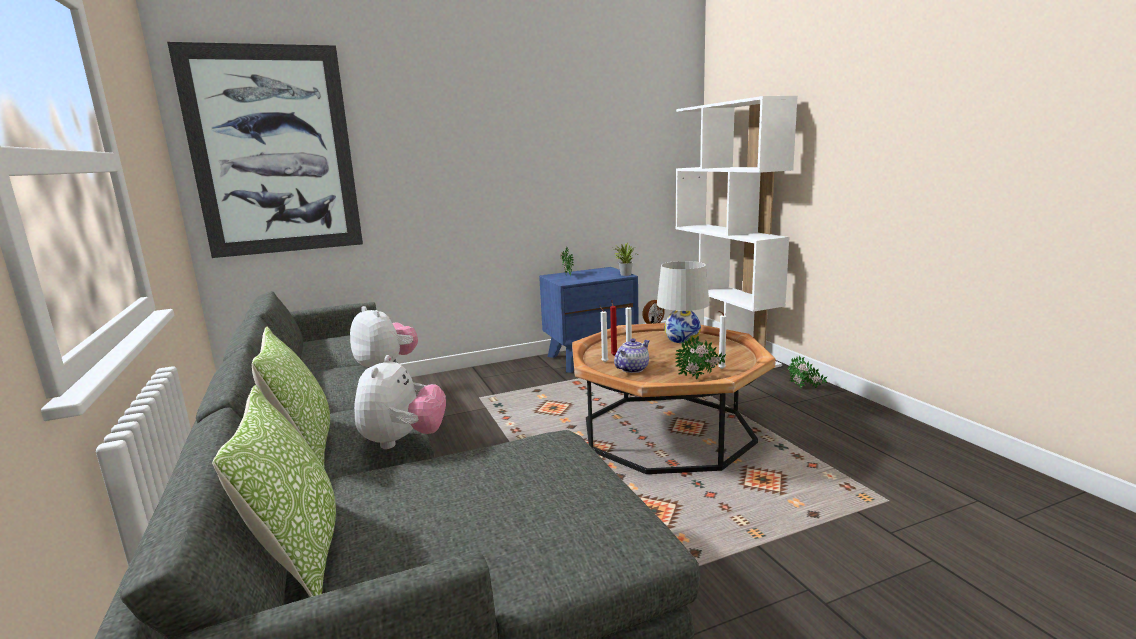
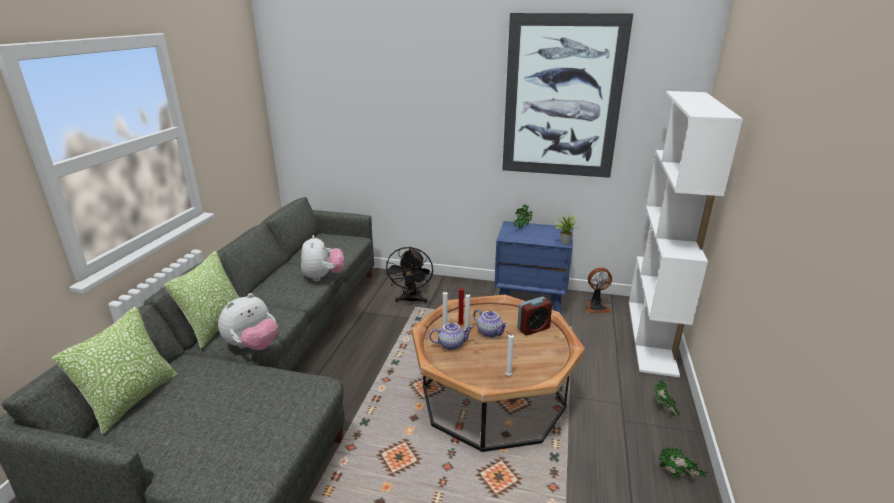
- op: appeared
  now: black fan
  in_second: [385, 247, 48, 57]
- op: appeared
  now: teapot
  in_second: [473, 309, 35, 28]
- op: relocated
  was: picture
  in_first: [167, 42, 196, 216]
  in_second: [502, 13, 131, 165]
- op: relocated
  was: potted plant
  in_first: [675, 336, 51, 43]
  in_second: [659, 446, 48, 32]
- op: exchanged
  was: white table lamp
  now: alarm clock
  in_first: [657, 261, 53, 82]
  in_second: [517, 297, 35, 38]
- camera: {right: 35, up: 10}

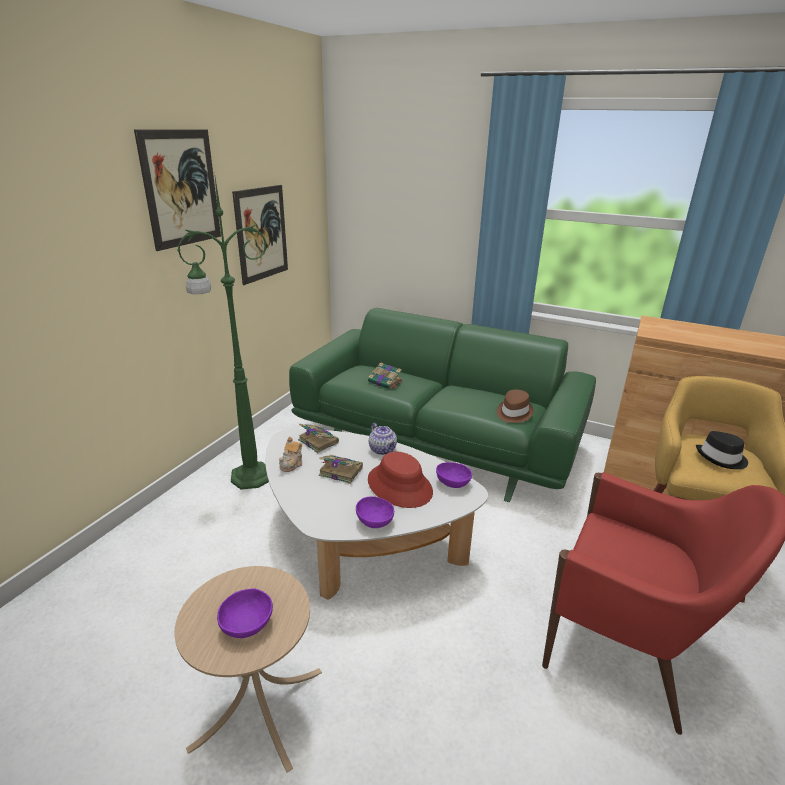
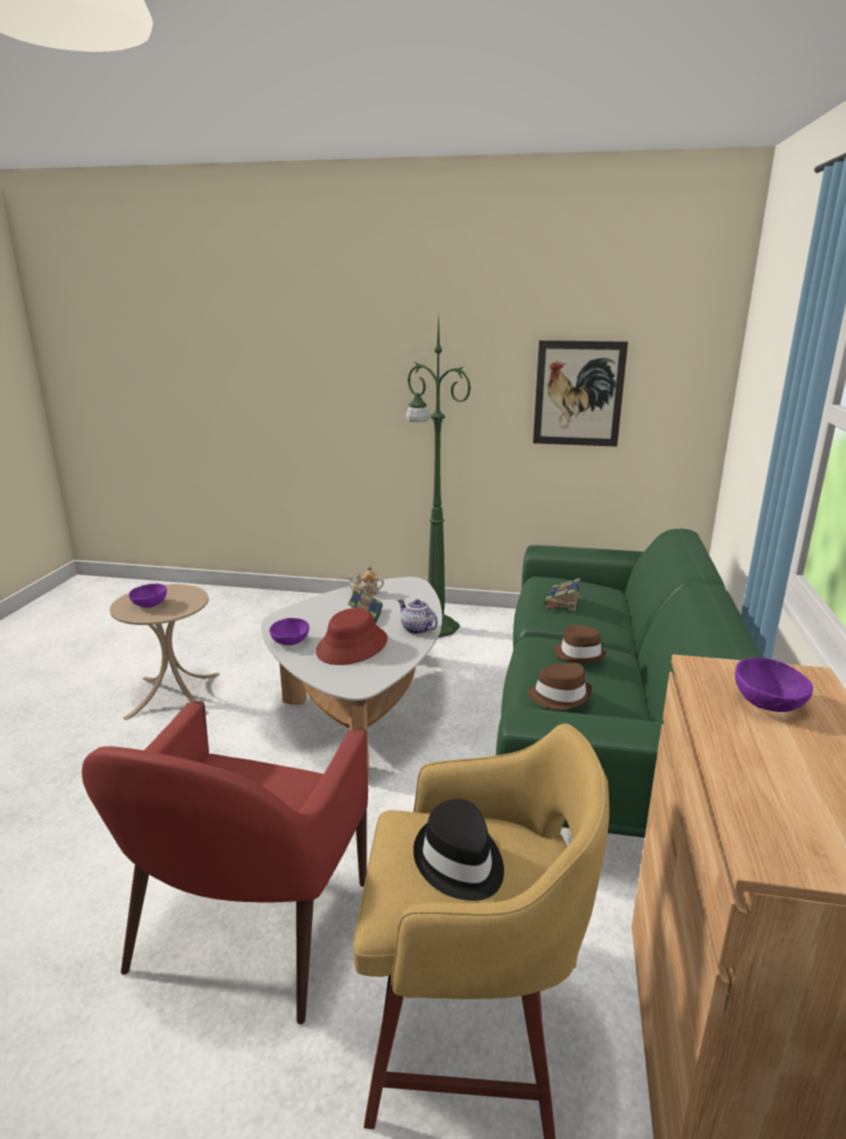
- op: missing
  was: picture
  in_first: [134, 130, 87, 121]
- op: missing
  was: book
  in_first: [298, 424, 41, 29]
- op: appeared
  now: brown hat
  in_second: [554, 625, 53, 38]
- op: relocated
  was: purple bowl
  in_first: [436, 462, 36, 26]
  in_second: [735, 657, 78, 55]
- op: spun
  was: teapot
  in_first: [369, 423, 28, 32]
  in_second: [398, 599, 40, 35]
  clockwise: 90
- camera: {right: 75, up: -5}

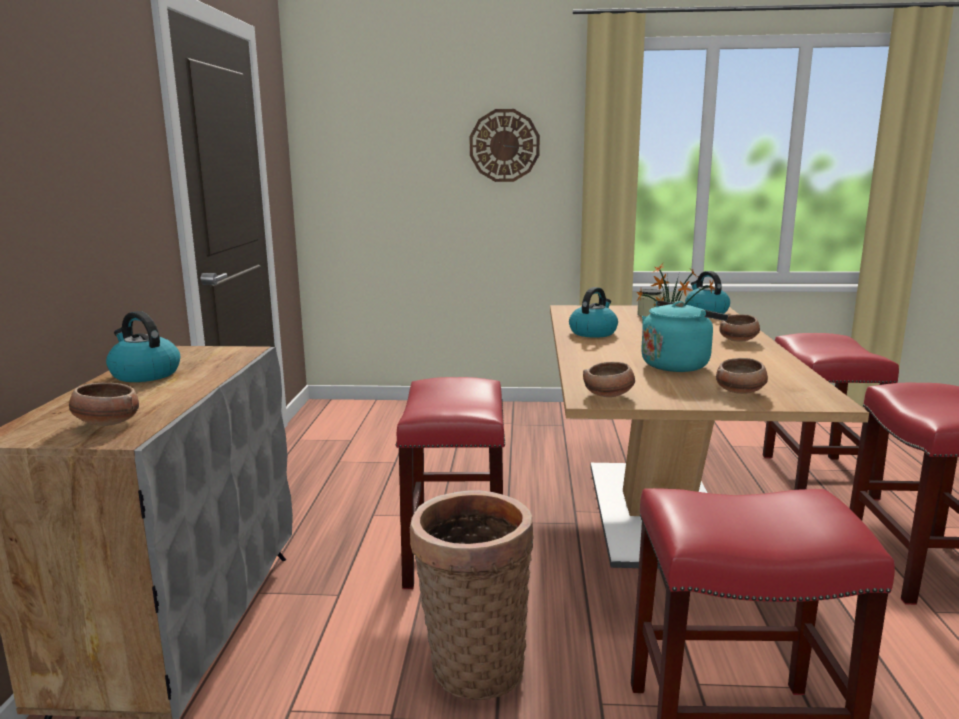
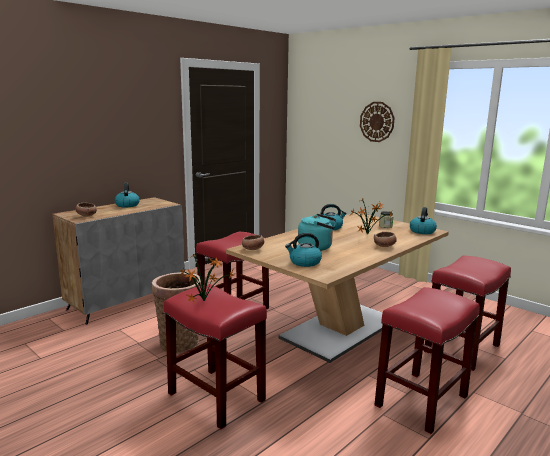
- op: appeared
  now: potted plant
  in_second: [179, 253, 55, 50]
- op: exchanged
  was: bowl
  now: kettle
  in_first: [716, 358, 52, 36]
  in_second: [285, 233, 37, 34]
- camera: {right: 40, up: 0}

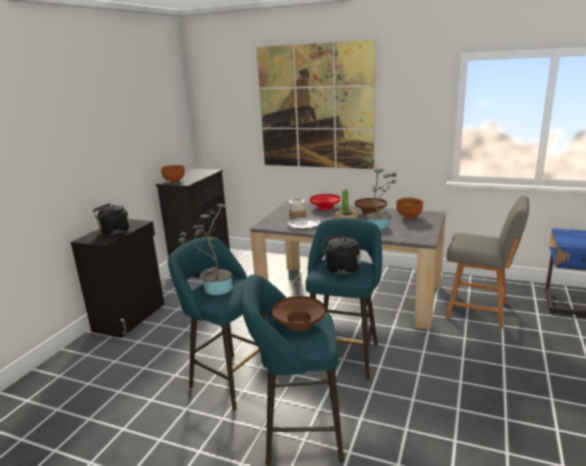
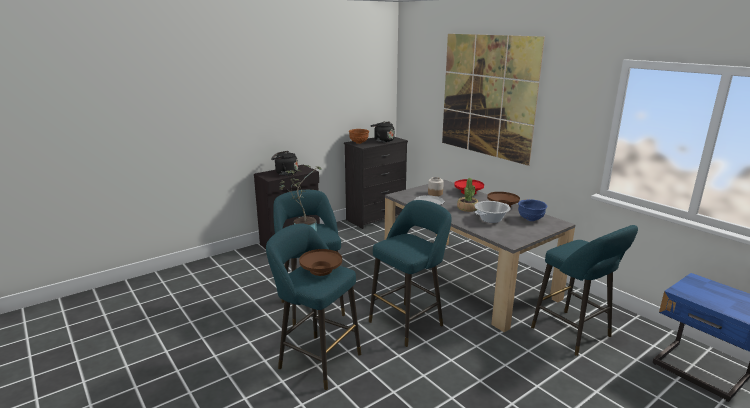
- op: relocated
  was: black kettle
  in_first: [322, 234, 38, 40]
  in_second: [371, 121, 23, 21]
- op: exchanged
  was: potted plant
  now: cooking pot
  in_first: [363, 158, 36, 72]
  in_second: [474, 201, 36, 22]
- op: exchanged
  was: grey chair
  now: turquoise stool
  in_first: [446, 196, 83, 132]
  in_second: [531, 225, 107, 131]
- op: colour
  was: brown bowl
  now: blue bowl
  in_first: [396, 198, 28, 21]
  in_second: [518, 199, 30, 22]
- camera: {right: 30, up: 0}

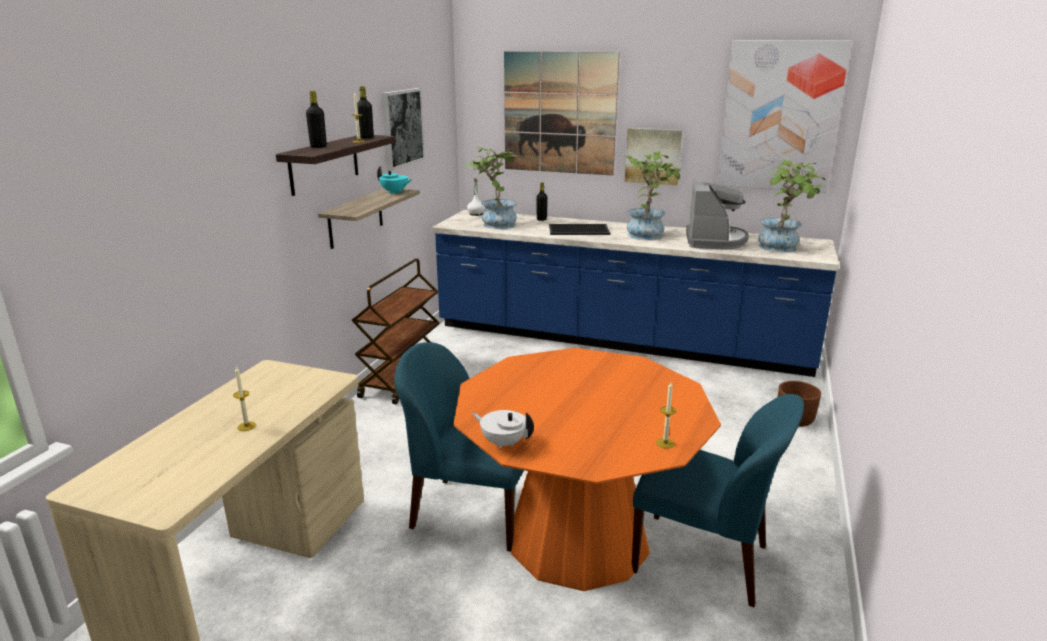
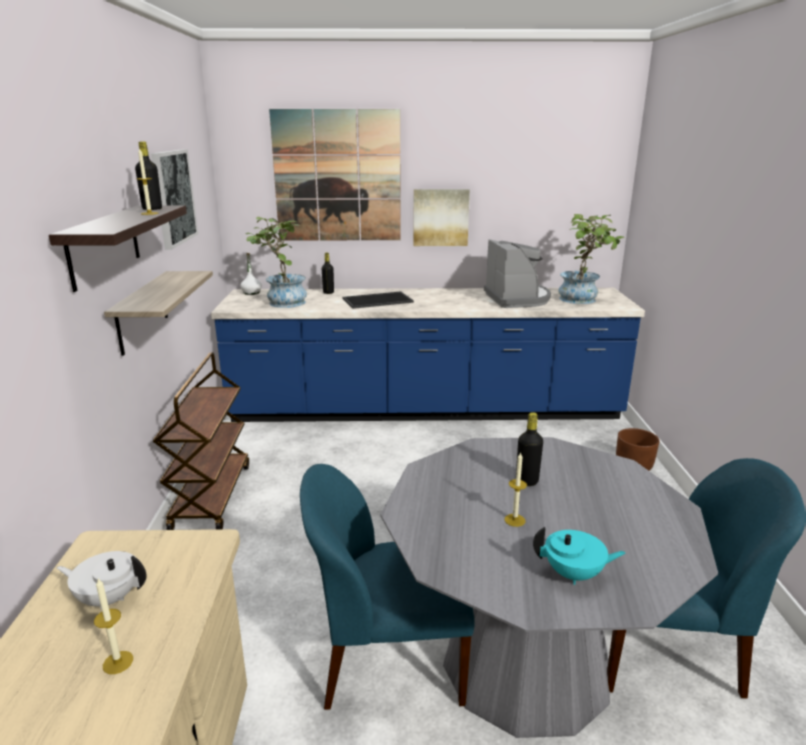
- op: missing
  was: potted plant
  in_first: [625, 151, 56, 89]
- op: missing
  was: picture
  in_first: [717, 40, 134, 153]
- op: relocated
  was: black bottle
  in_first: [306, 91, 21, 57]
  in_second: [516, 412, 27, 74]
- op: relocated
  was: turquoise teapot
  in_first: [377, 166, 35, 28]
  in_second: [533, 527, 93, 58]
- op: relocated
  was: white teapot
  in_first: [472, 410, 62, 39]
  in_second: [57, 551, 90, 58]
- op: relocated
  was: candle
  in_first: [656, 382, 21, 66]
  in_second: [504, 452, 23, 75]
- op: colour
  was: orange dining table
  now: grey dining table
  in_first: [453, 348, 268, 243]
  in_second: [380, 437, 338, 301]
- camera: {right: -20, up: 0}

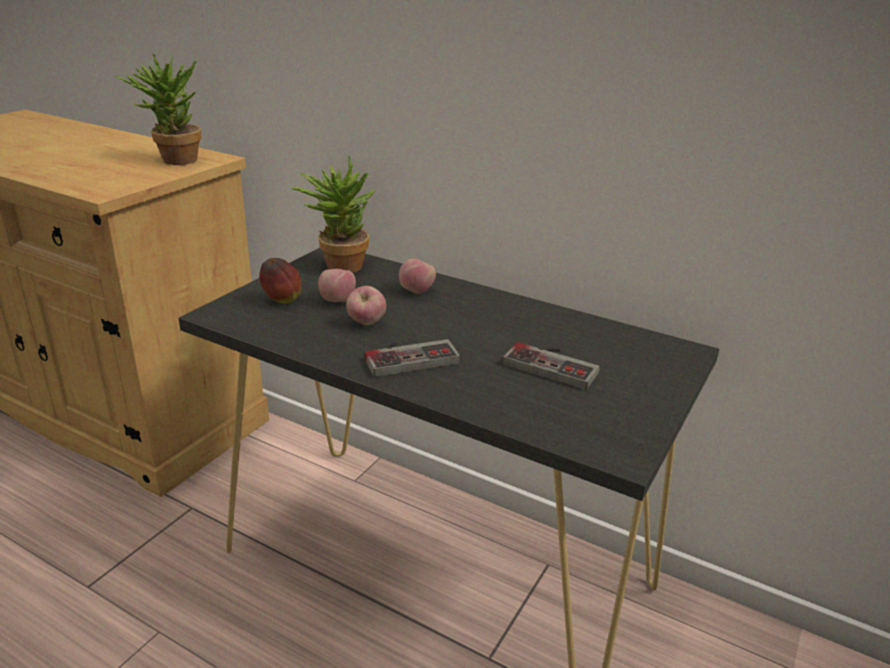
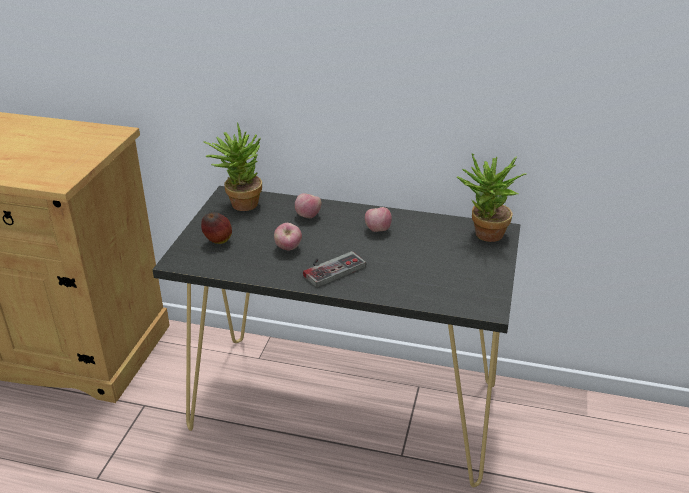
- op: missing
  was: game controller
  in_first: [502, 342, 97, 48]
- op: relocated
  was: potted plant
  in_first: [115, 53, 86, 112]
  in_second: [457, 153, 69, 89]
- op: relocated
  was: apple
  in_first: [318, 269, 38, 33]
  in_second: [365, 207, 27, 25]
- camera: {right: -15, up: 5}

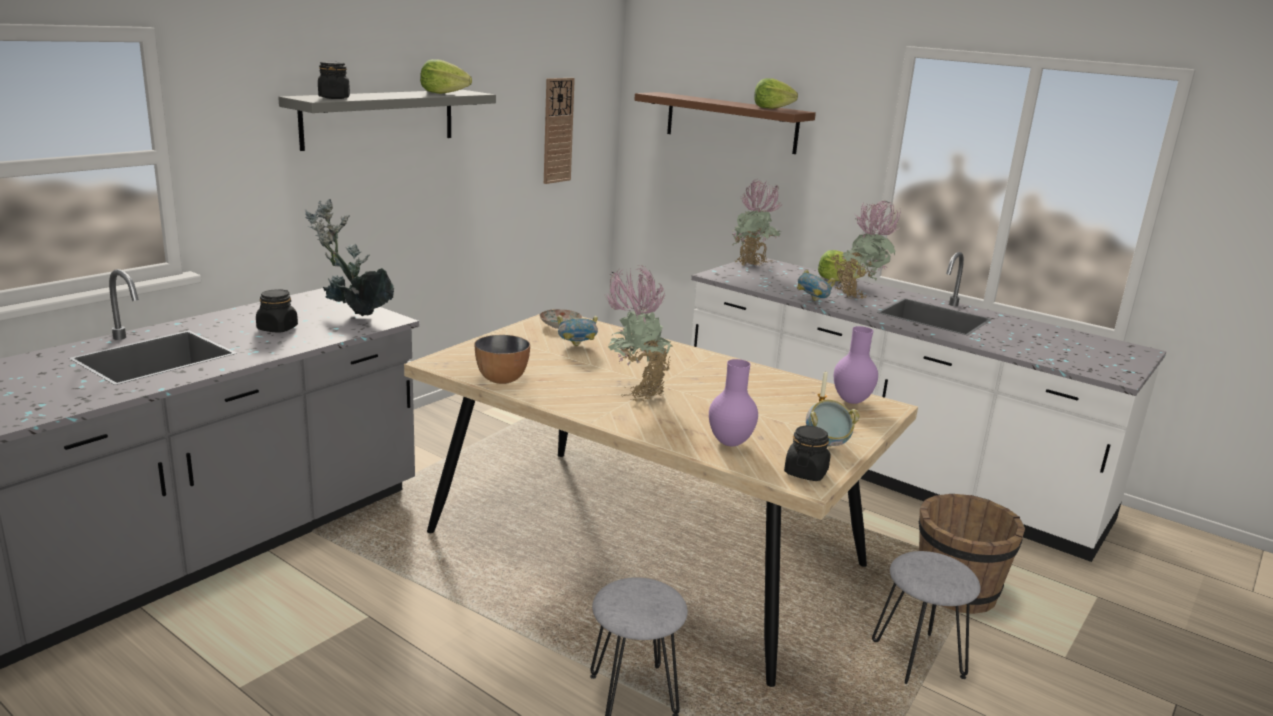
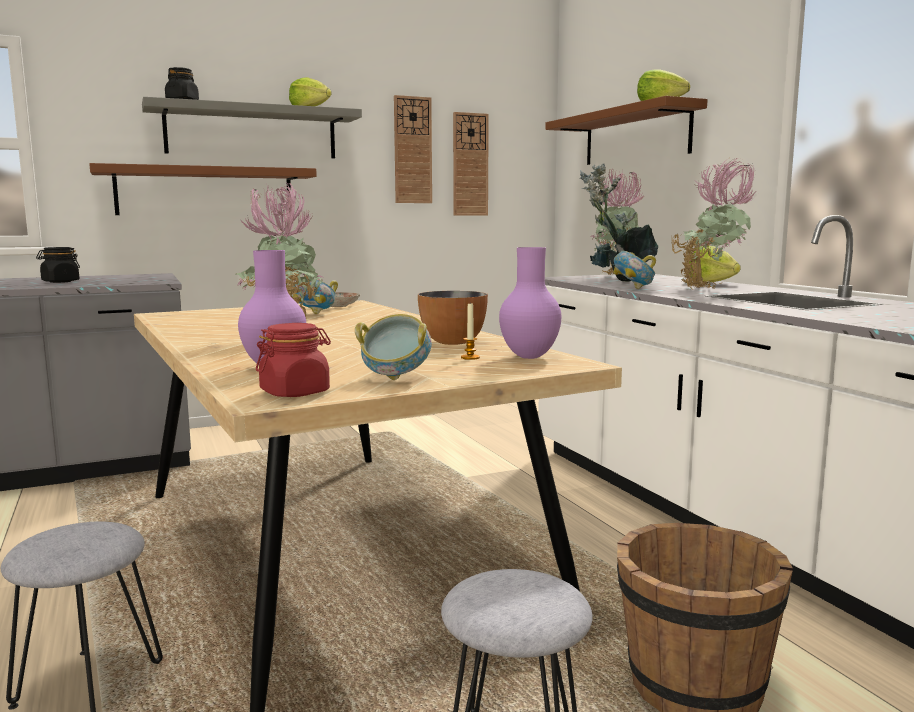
- op: appeared
  now: brown shelf
  in_second: [89, 163, 228, 52]
- op: appeared
  now: wall clock
  in_second: [394, 95, 38, 108]
- op: relocated
  was: potted plant
  in_first: [305, 199, 89, 118]
  in_second: [579, 163, 79, 118]
- op: relocated
  was: bowl
  in_first: [475, 335, 55, 49]
  in_second: [418, 291, 70, 54]
- op: colour
  was: black jar
  now: red jar
  in_first: [784, 425, 47, 56]
  in_second: [256, 323, 75, 74]
- camera: {right: 30, up: -10}

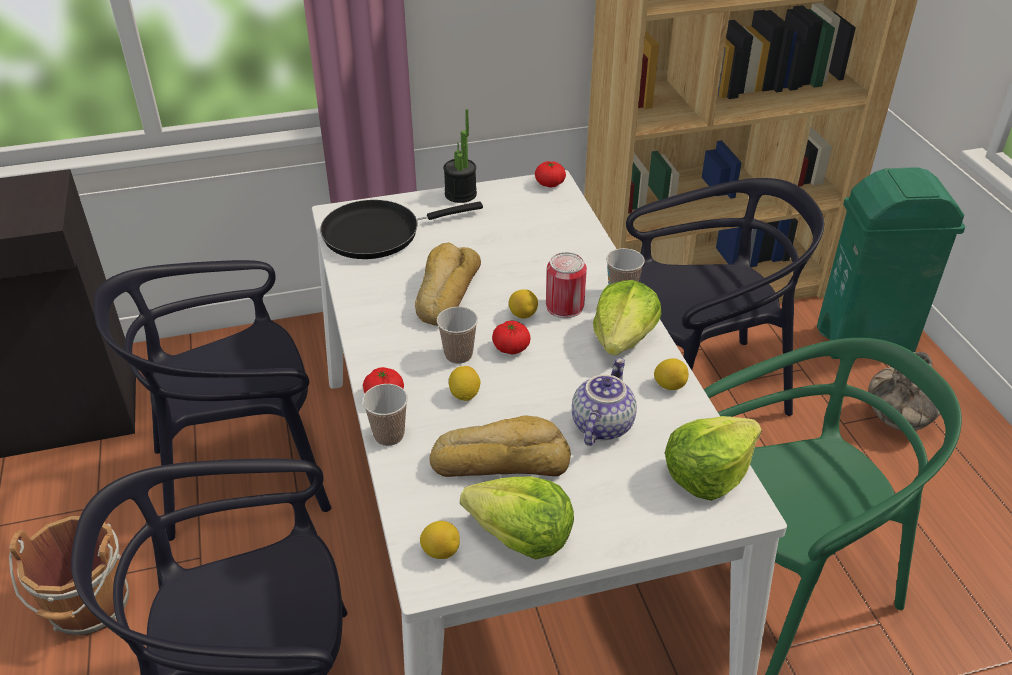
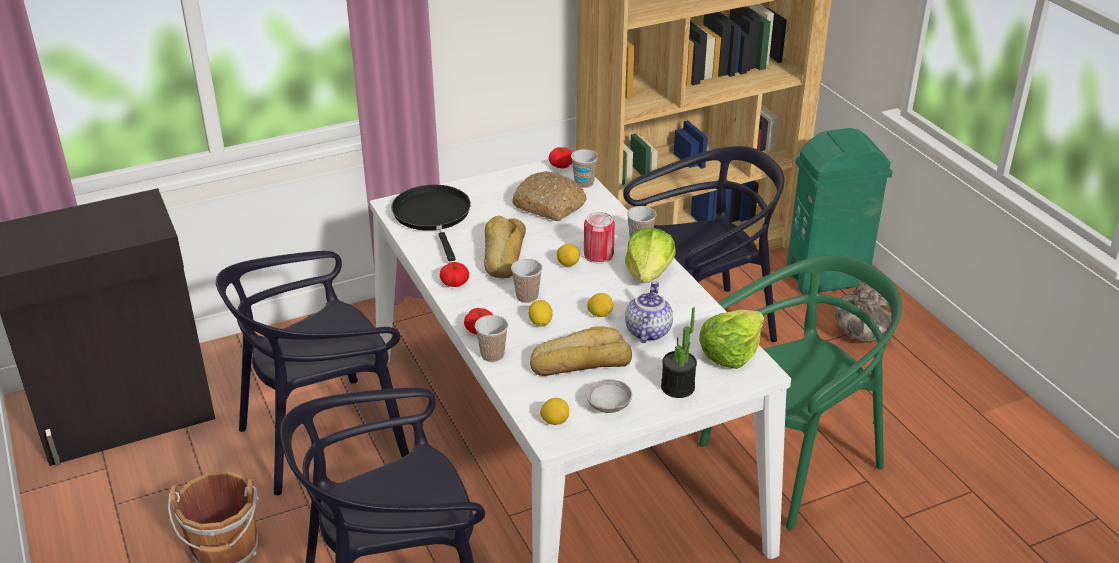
- op: appeared
  now: bread
  in_second: [512, 171, 75, 50]
- op: appeared
  now: cup
  in_second: [571, 149, 27, 39]
- op: relocated
  was: potted plant
  in_first: [444, 109, 33, 94]
  in_second: [661, 307, 36, 91]
- op: relocated
  was: tomato
  in_first: [492, 321, 38, 34]
  in_second: [440, 262, 29, 25]
- op: relocated
  was: lemon
  in_first: [654, 358, 35, 32]
  in_second: [587, 293, 26, 24]
- op: exchanged
  was: lettuce
  now: grey bowl
  in_first: [460, 477, 114, 82]
  in_second: [587, 379, 45, 34]
- op: spun
  was: black frying pan
  in_first: [320, 200, 163, 59]
  in_second: [391, 185, 80, 76]
  clockwise: 105
- camera: {right: -10, up: -5}

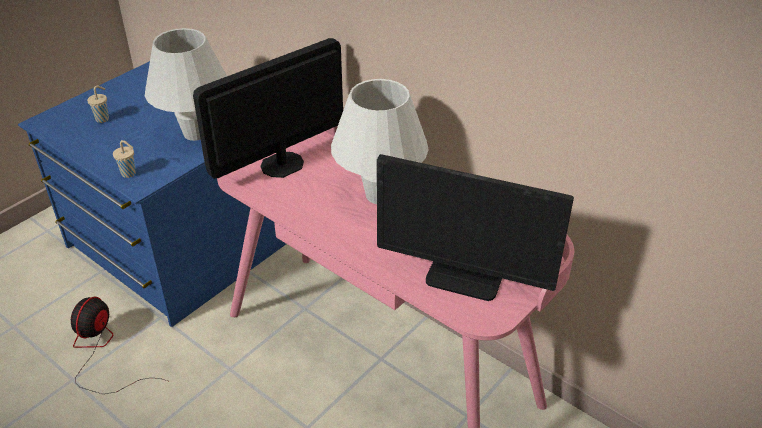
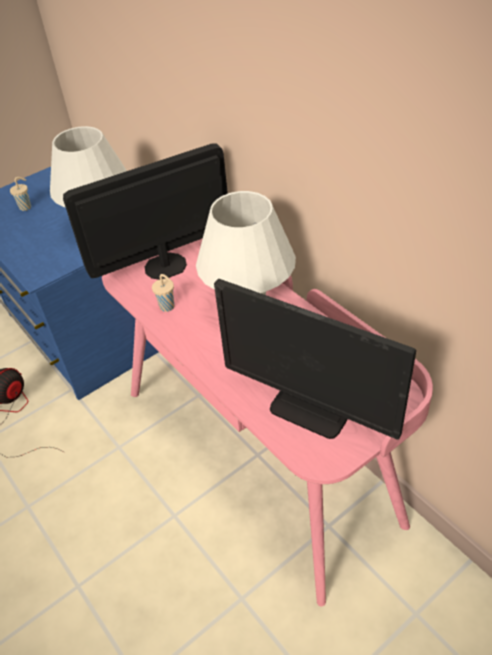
- op: relocated
  was: beige cup
  in_first: [113, 140, 23, 38]
  in_second: [152, 274, 22, 38]
- camera: {right: 15, up: 5}

